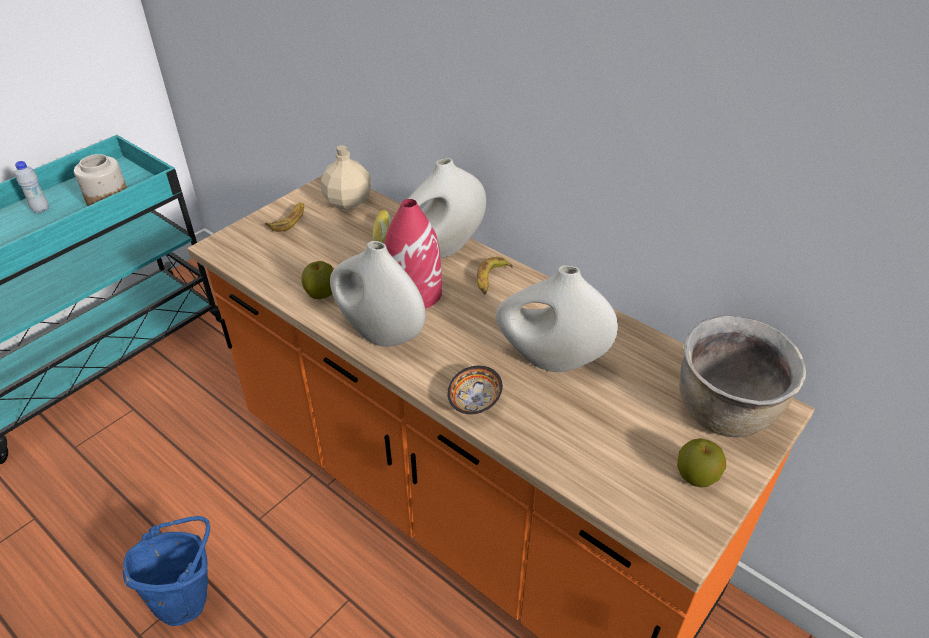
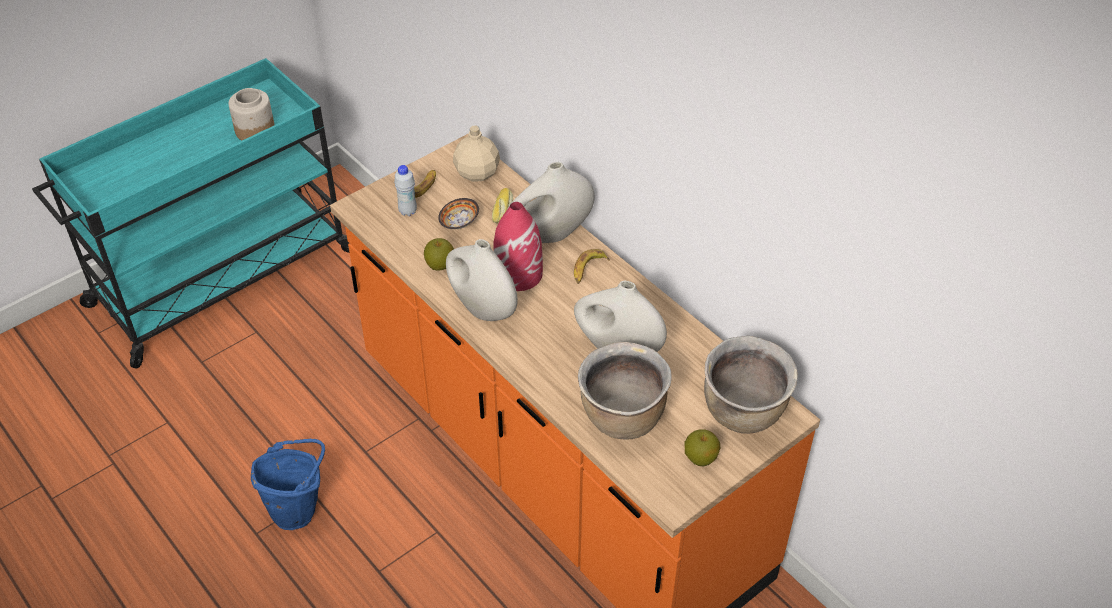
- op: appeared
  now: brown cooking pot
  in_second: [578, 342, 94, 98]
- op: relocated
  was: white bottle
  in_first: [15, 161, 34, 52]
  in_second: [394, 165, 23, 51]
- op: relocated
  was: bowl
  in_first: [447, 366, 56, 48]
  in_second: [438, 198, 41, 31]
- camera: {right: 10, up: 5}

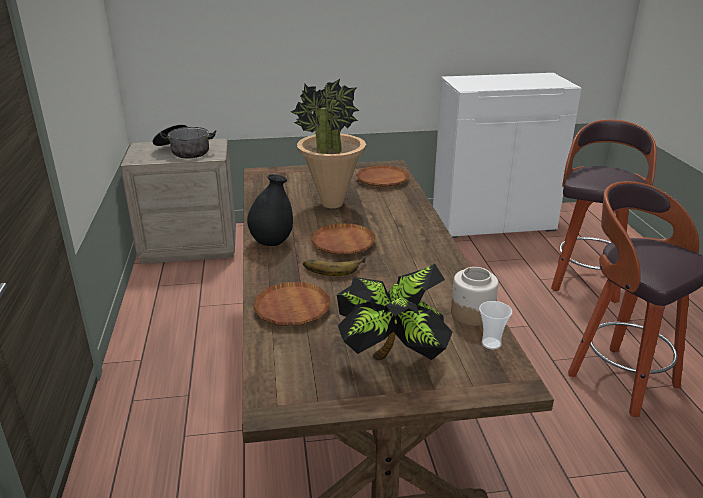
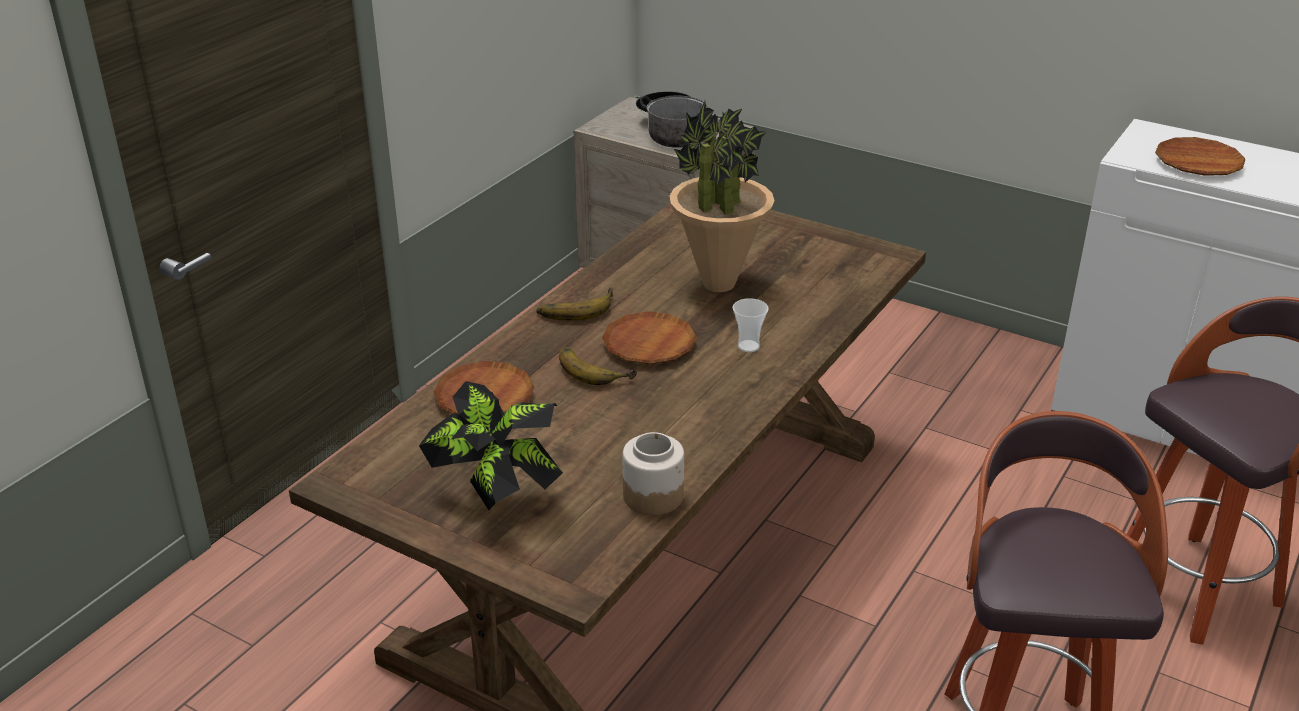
- op: relocated
  was: brown plate
  in_first: [356, 165, 53, 22]
  in_second: [1155, 137, 90, 39]
- op: relocated
  was: cup
  in_first: [479, 301, 33, 48]
  in_second: [733, 298, 36, 54]
- op: exchanged
  was: black vase
  now: banana
  in_first: [247, 174, 46, 72]
  in_second: [536, 288, 77, 32]
- camera: {right: 40, up: 5}

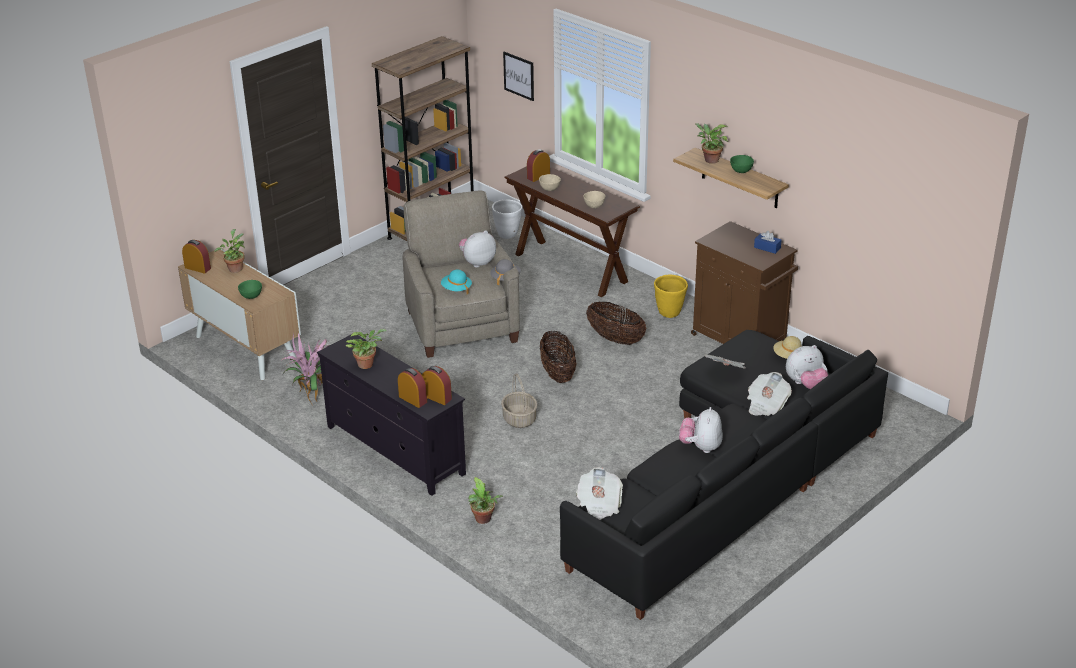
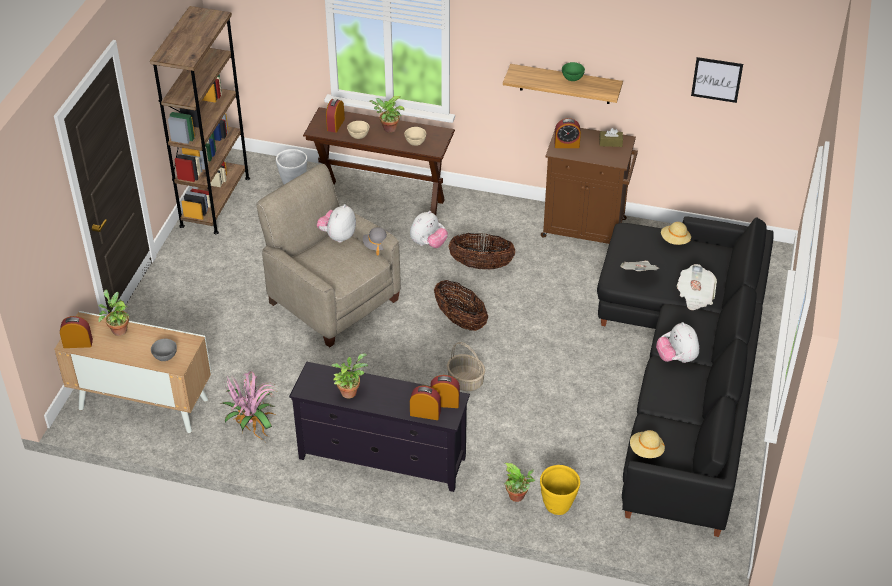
- op: missing
  was: turquoise hat
  in_first: [441, 269, 31, 25]
- op: appeared
  now: alarm clock
  in_second: [554, 118, 27, 30]
- op: relocated
  was: picture
  in_first: [503, 52, 31, 49]
  in_second: [691, 57, 52, 46]
- op: relocated
  was: yellow planter
  in_first: [654, 275, 34, 43]
  in_second: [540, 465, 40, 50]
- op: relocated
  was: potted plant
  in_first: [696, 123, 32, 41]
  in_second: [370, 96, 35, 37]
- op: relocated
  was: plush toy
  in_first: [786, 345, 42, 44]
  in_second: [410, 211, 38, 37]
- op: exchanged
  was: newspaper
  now: beige hat
  in_first: [576, 467, 47, 53]
  in_second: [630, 430, 35, 28]
- op: colour
  was: green bowl
  now: grey bowl
  in_first: [238, 280, 24, 19]
  in_second: [151, 339, 26, 22]
- op: colour
  was: blue tissue box
  now: brown tissue box
  in_first: [754, 231, 28, 23]
  in_second: [599, 128, 24, 19]
- camera: {right: -30, up: 10}

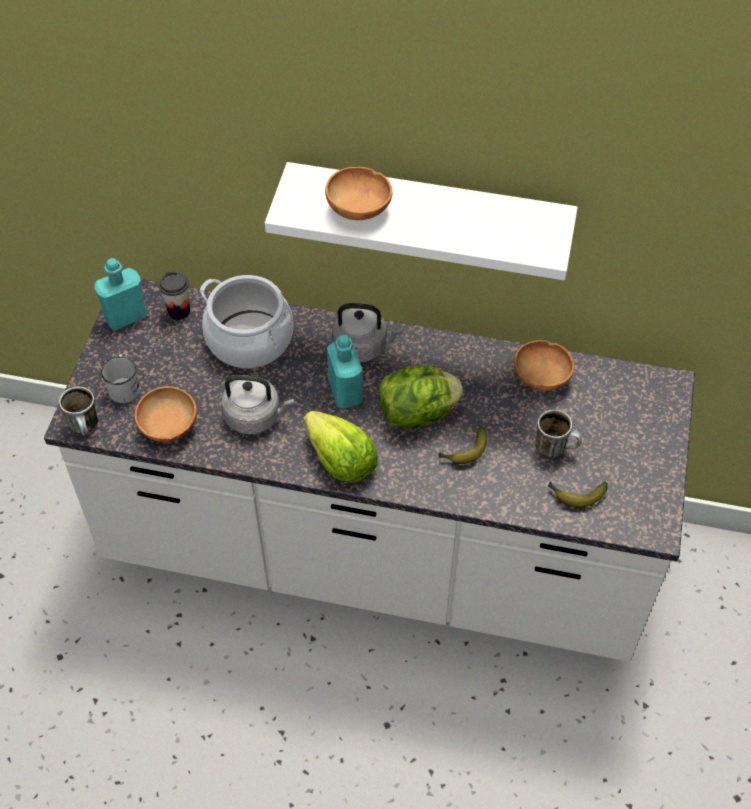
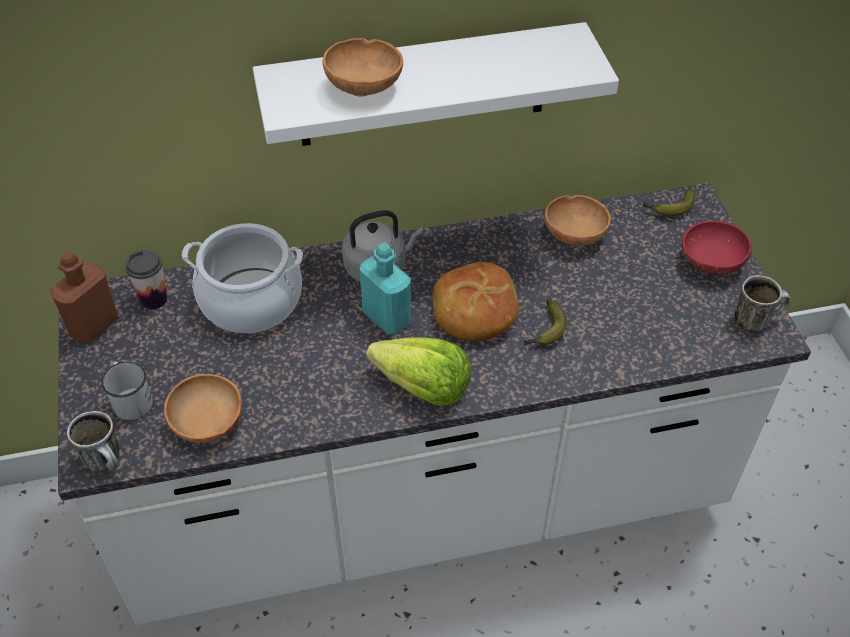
- op: missing
  was: grey kettle
  in_first: [221, 375, 73, 60]
- op: appeared
  now: red bowl
  in_second: [682, 221, 70, 54]
- op: relocated
  was: mug
  in_first: [535, 410, 47, 48]
  in_second: [734, 275, 57, 58]
- op: relocated
  was: banana
  in_first: [548, 481, 60, 26]
  in_second: [643, 186, 53, 30]
- op: exchanged
  was: lettuce
  now: bread
  in_first: [379, 366, 84, 63]
  in_second: [432, 262, 87, 79]
- op: colour
  was: turquoise bottle
  now: brown bottle
  in_first: [94, 258, 53, 72]
  in_second: [50, 251, 69, 92]
- camera: {right: -25, up: -5}

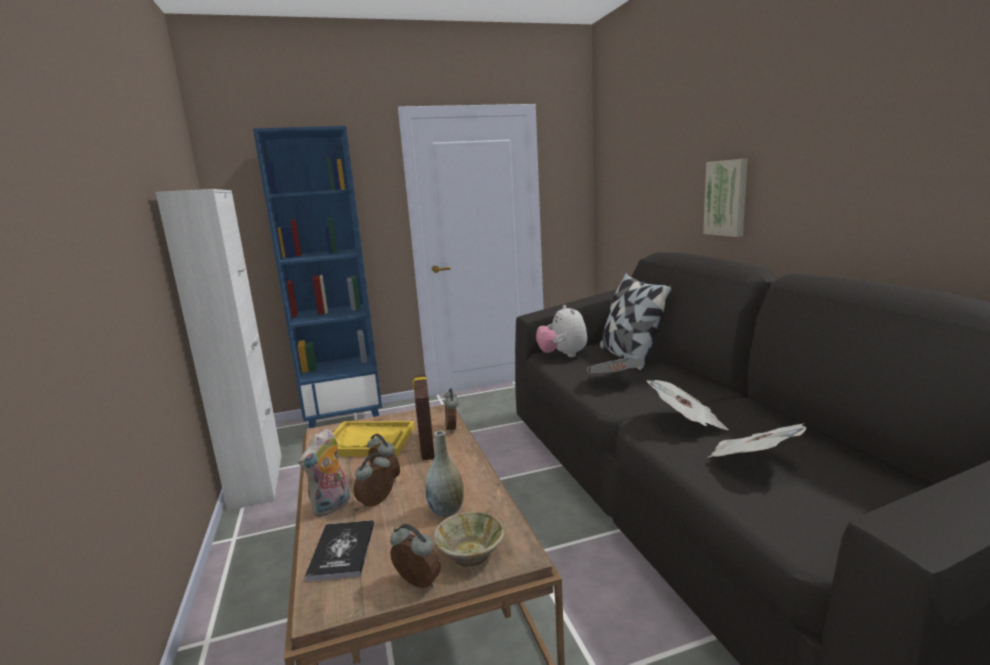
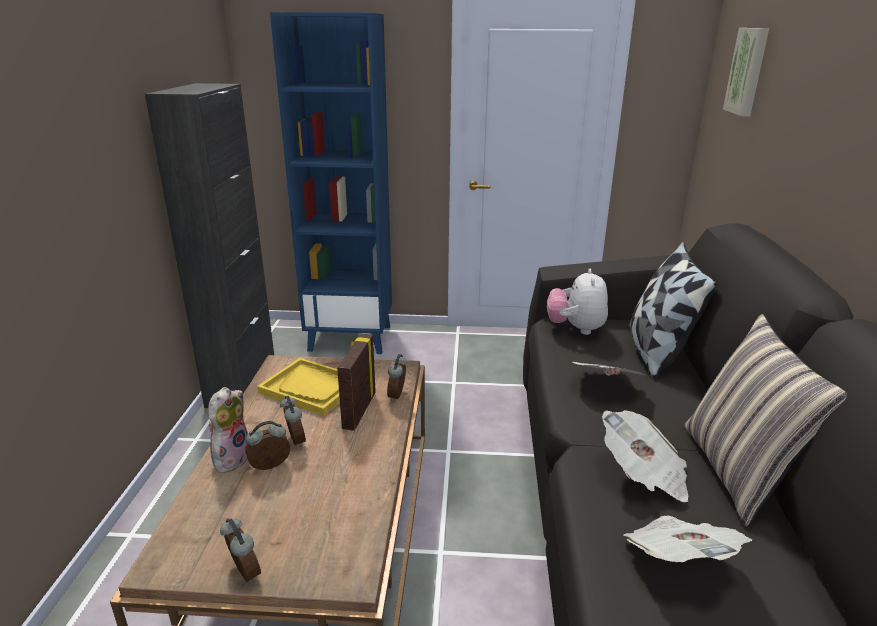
- op: missing
  was: book
  in_first: [305, 520, 69, 62]
- op: missing
  was: grey vase
  in_first: [425, 430, 39, 87]
- op: missing
  was: beige bowl
  in_first: [433, 512, 72, 55]
- op: appeared
  now: pillow
  in_second: [684, 314, 163, 213]
- op: relocated
  was: picture
  in_first: [703, 159, 45, 78]
  in_second: [723, 28, 46, 89]
- op: colour
  was: white cabinet
  now: black cabinet
  in_first: [156, 189, 126, 322]
  in_second: [145, 83, 129, 325]
- op: spun
  was: plush toy
  in_first: [299, 429, 51, 88]
  in_second: [208, 387, 40, 86]
  clockwise: 150
- camera: {right: 20, up: 10}

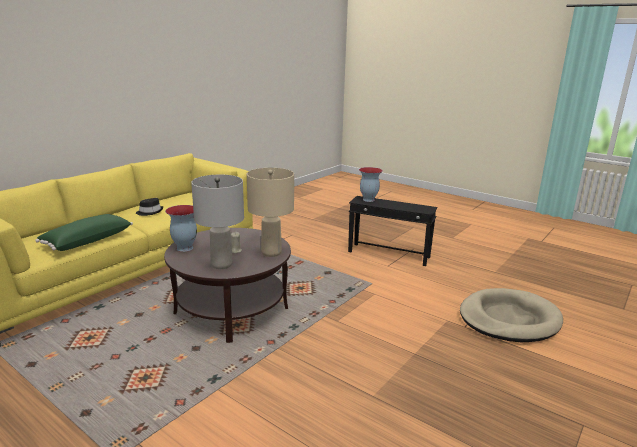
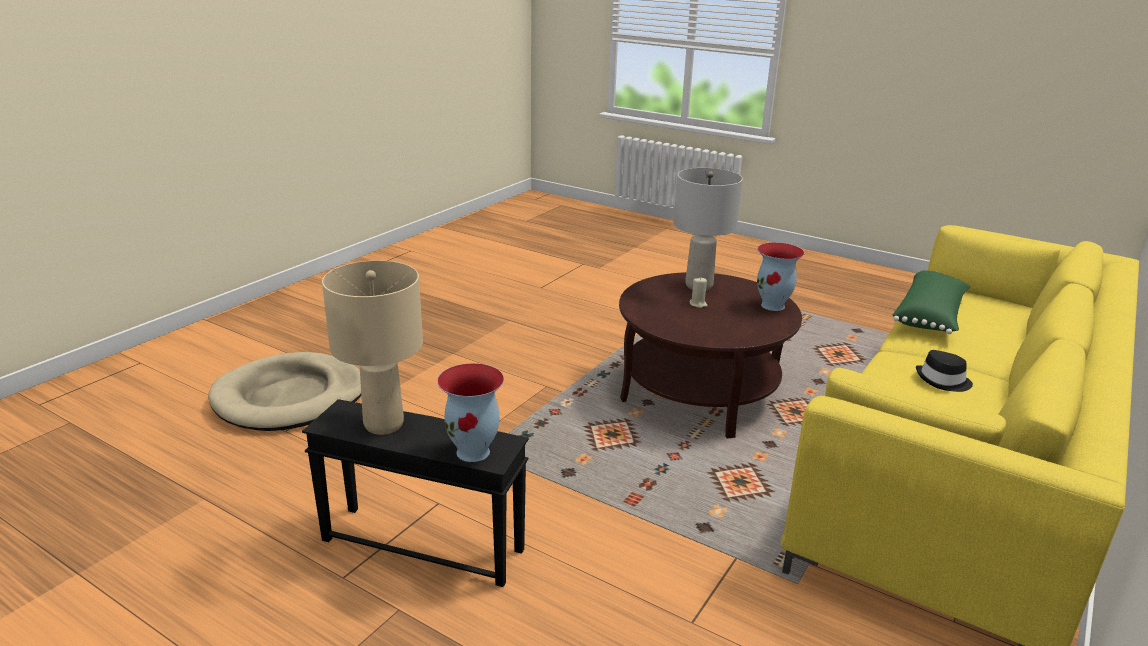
- op: relocated
  was: beige table lamp
  in_first: [247, 168, 47, 89]
  in_second: [322, 260, 101, 175]
- camera: {right: 175, up: 5}

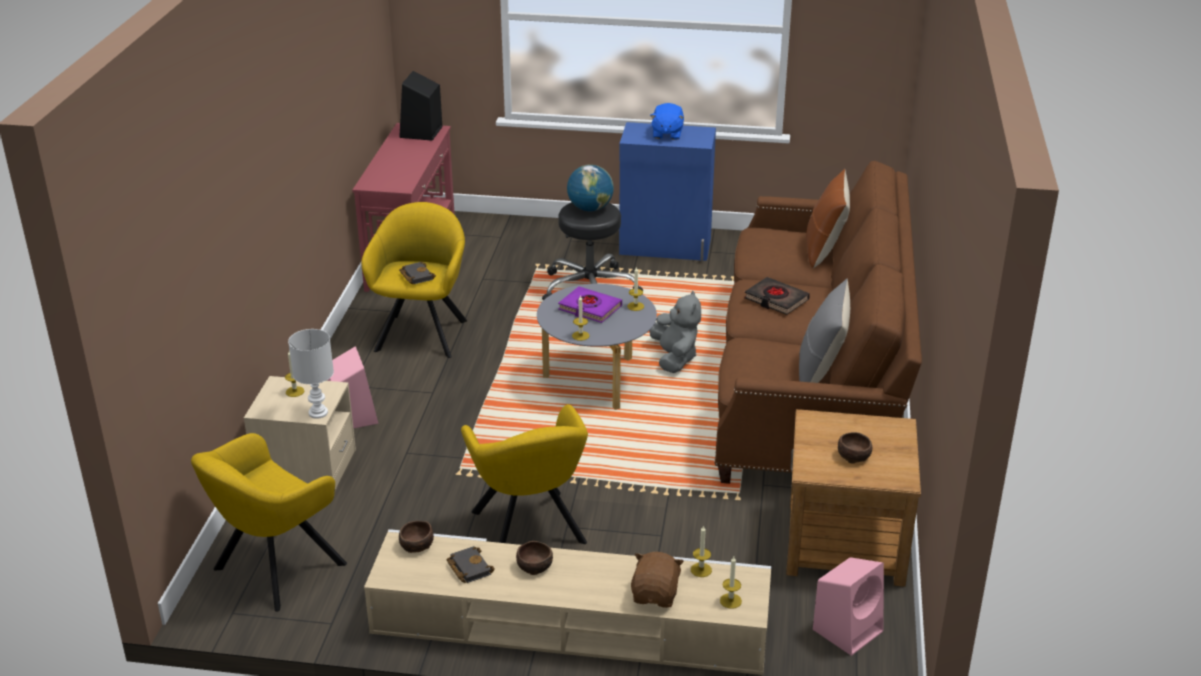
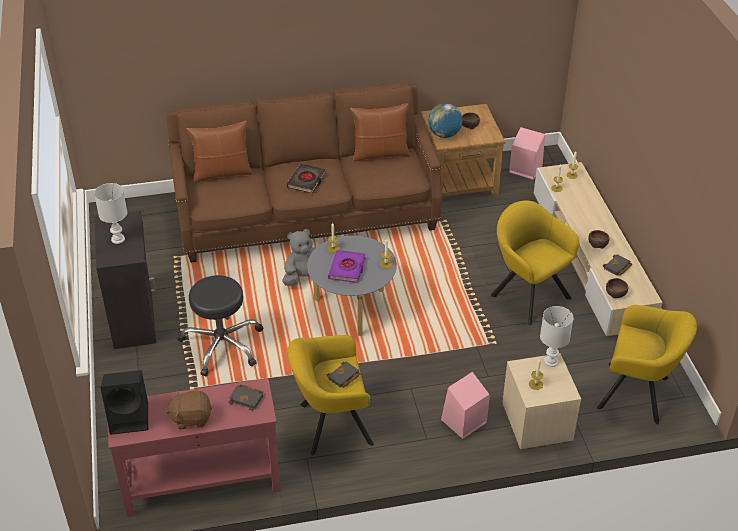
- op: appeared
  now: black book
  in_second: [229, 384, 35, 27]
- op: relocated
  was: globe
  in_first: [567, 164, 47, 47]
  in_second: [428, 103, 34, 35]
- op: relocated
  was: brown plush toy
  in_first: [631, 552, 53, 56]
  in_second: [165, 390, 47, 39]
- op: exchanged
  was: blue plush toy
  now: white table lamp
  in_first: [650, 103, 34, 37]
  in_second: [94, 183, 33, 61]
- op: colour
  was: blue cabinet
  now: black cabinet
  in_first: [619, 122, 97, 139]
  in_second: [94, 211, 62, 138]
- op: colour
  was: grey pillow
  now: brown pillow
  in_first: [799, 278, 51, 105]
  in_second: [350, 103, 60, 59]
- op: spun
  was: yellow armchair
  in_first: [461, 404, 127, 140]
  in_second: [491, 201, 89, 124]
  clockwise: -90
- camera: {right: -110, up: 10}

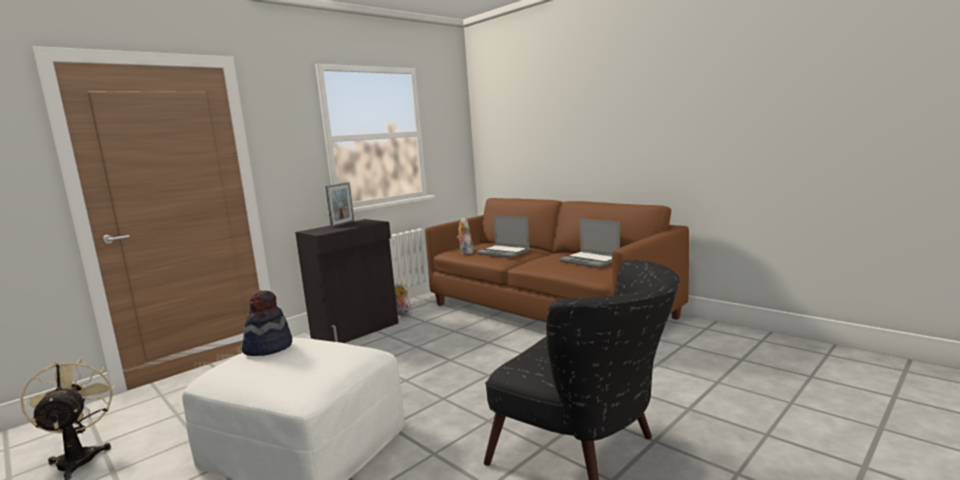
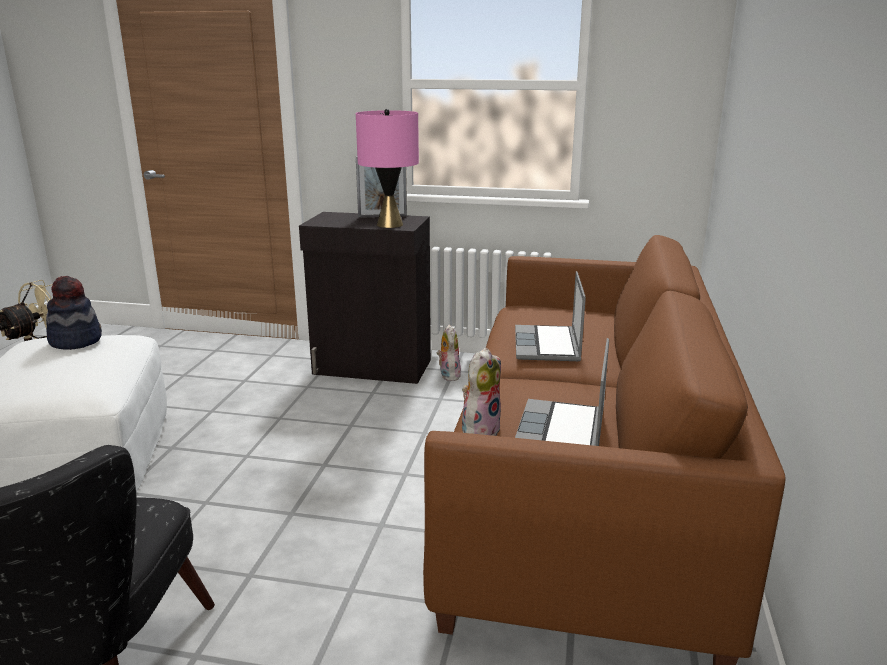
- op: appeared
  now: pink table lamp
  in_second: [356, 109, 63, 119]
- op: relocated
  was: plush toy
  in_first: [457, 218, 17, 36]
  in_second: [462, 348, 39, 88]
- camera: {right: 55, up: 10}

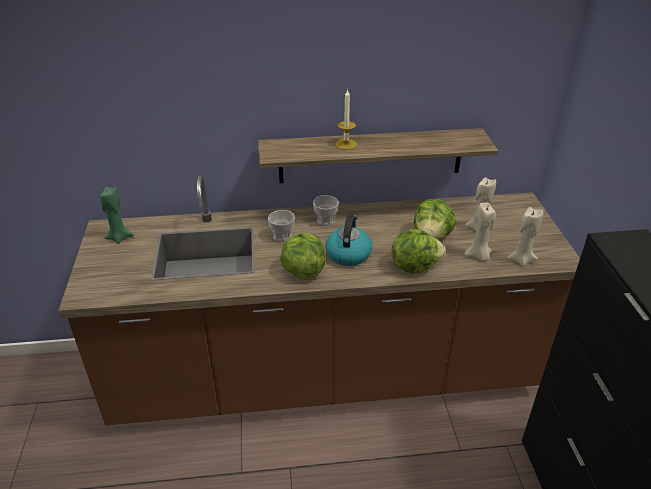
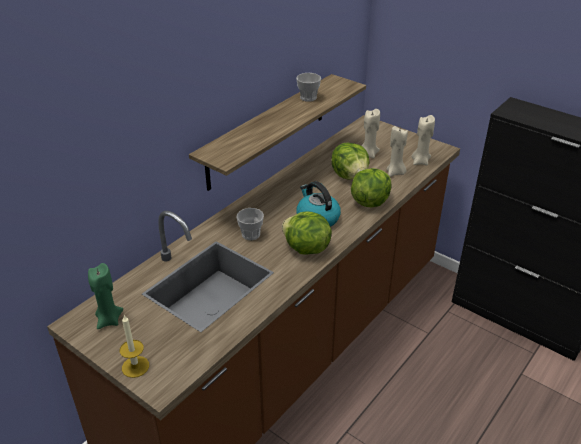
- op: relocated
  was: cup
  in_first: [313, 195, 26, 31]
  in_second: [296, 73, 25, 29]
- op: relocated
  was: candle
  in_first: [335, 89, 22, 61]
  in_second: [120, 315, 29, 63]
- camera: {right: -45, up: 0}

